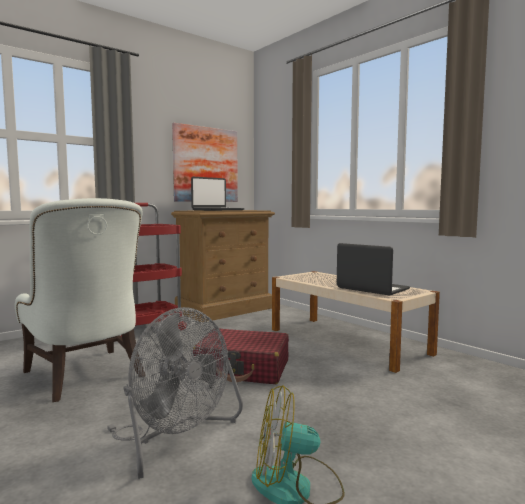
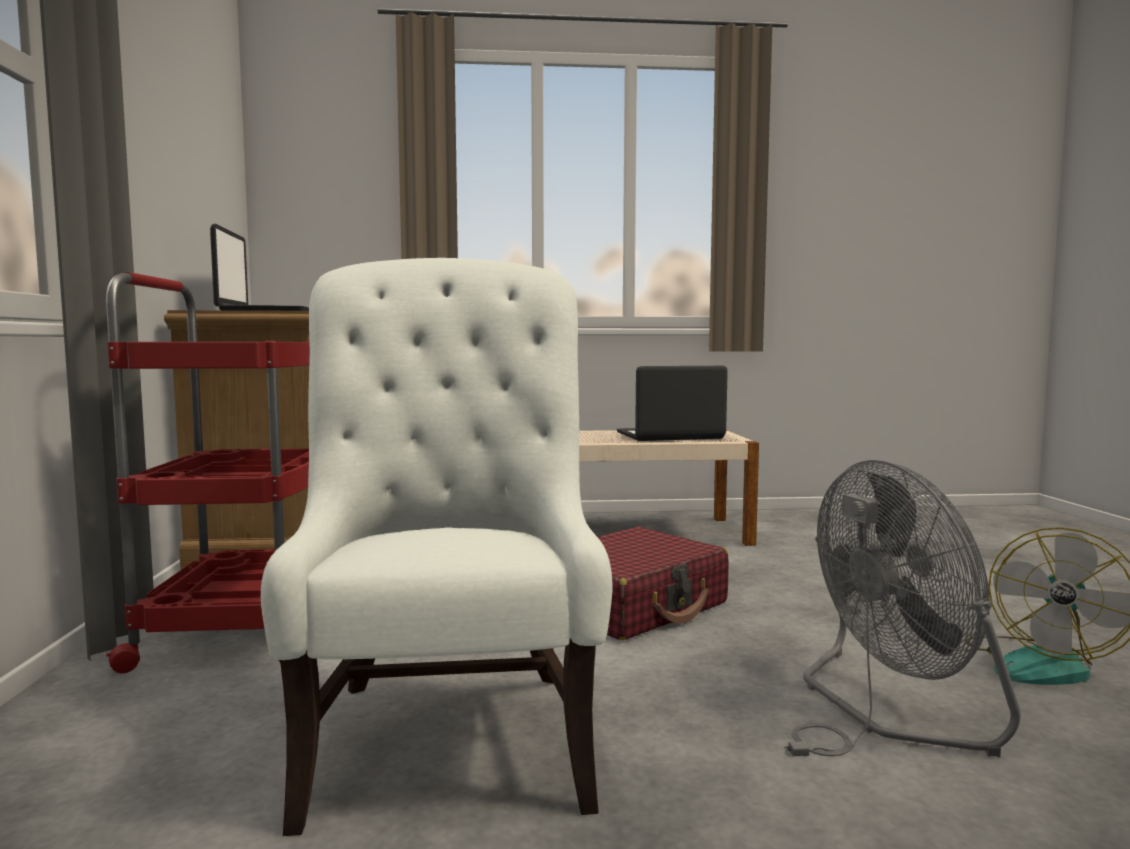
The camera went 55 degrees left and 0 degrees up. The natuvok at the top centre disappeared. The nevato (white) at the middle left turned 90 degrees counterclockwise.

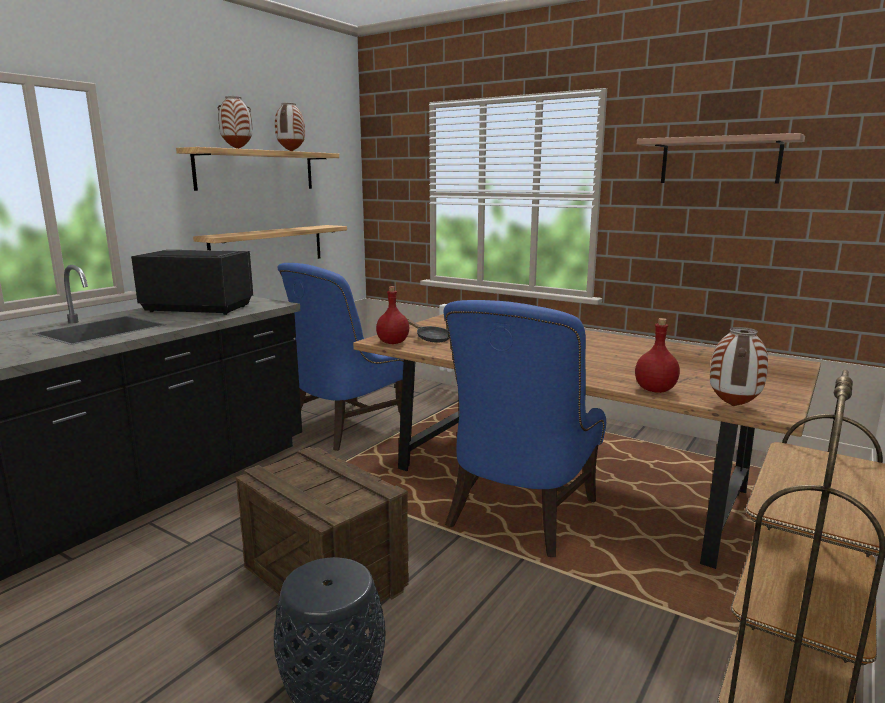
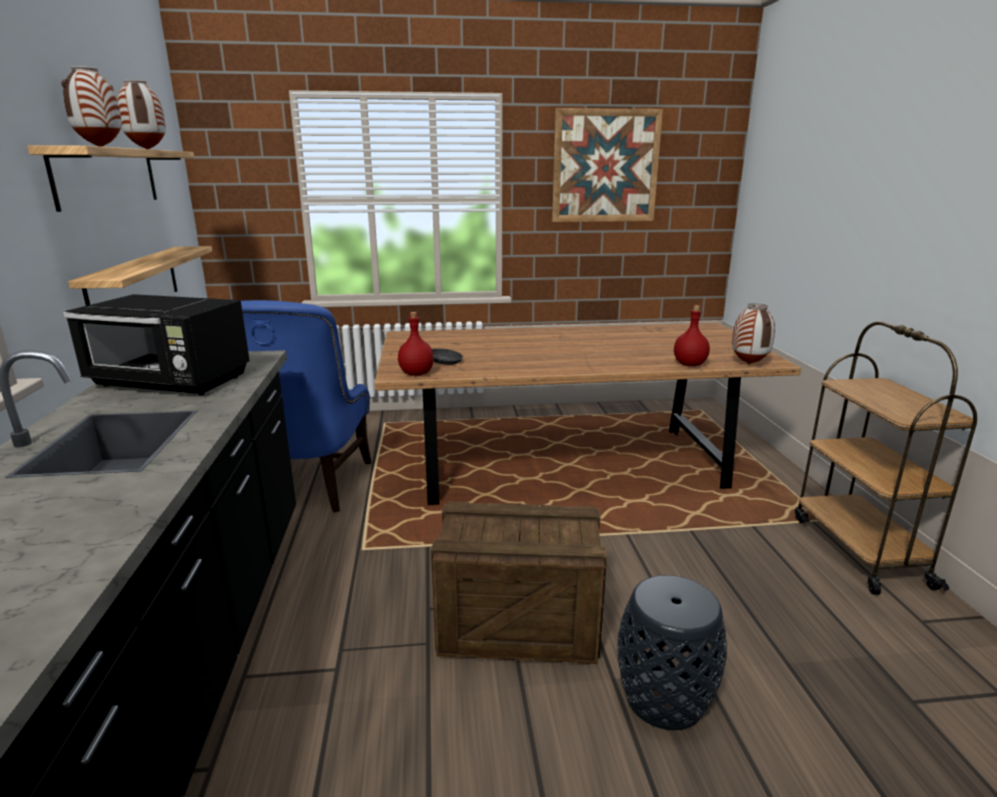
The camera went 40 degrees left and 5 degrees up. The nevato (blue) (no. 2 from left) at the centre disappeared. The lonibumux (no. 3 from left) at the top right was replaced by the natuvok at the top centre. The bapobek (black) at the middle left turned 135 degrees counterclockwise.

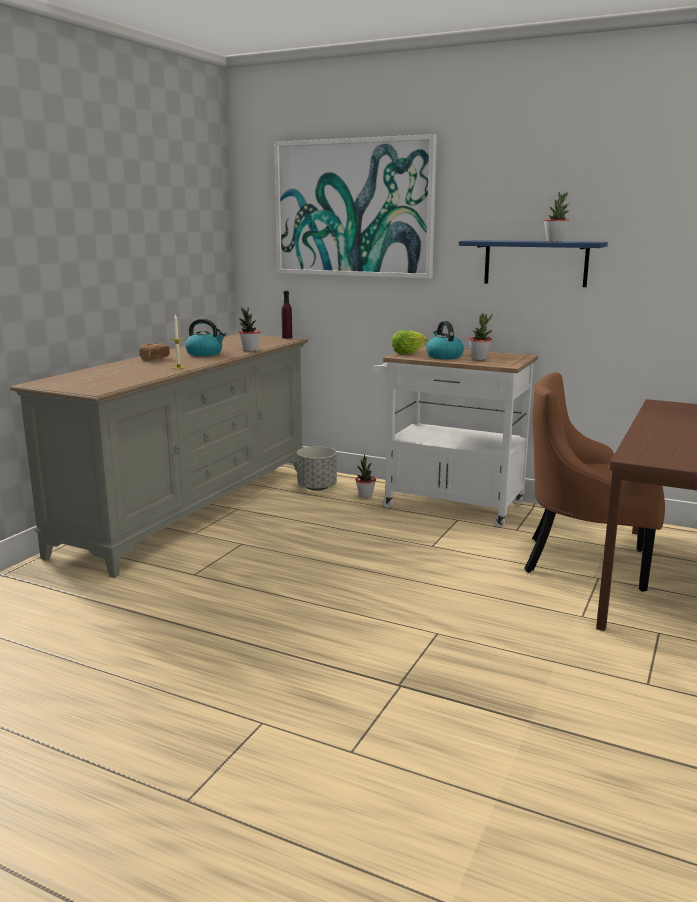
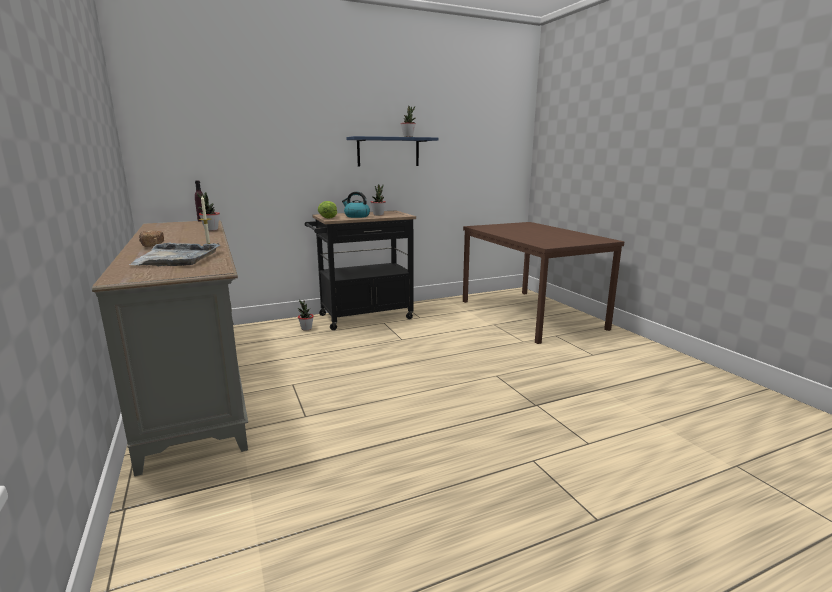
The camera went 50 degrees left and 0 degrees up. The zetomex (no. 1 from left) at the middle left disappeared. The natuvok at the top centre disappeared. The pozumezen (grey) at the centre disappeared. The nevato (brown) at the middle right disappeared. The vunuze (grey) at the middle left appeared. The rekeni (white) at the centre became the rekeni (black) at the centre.

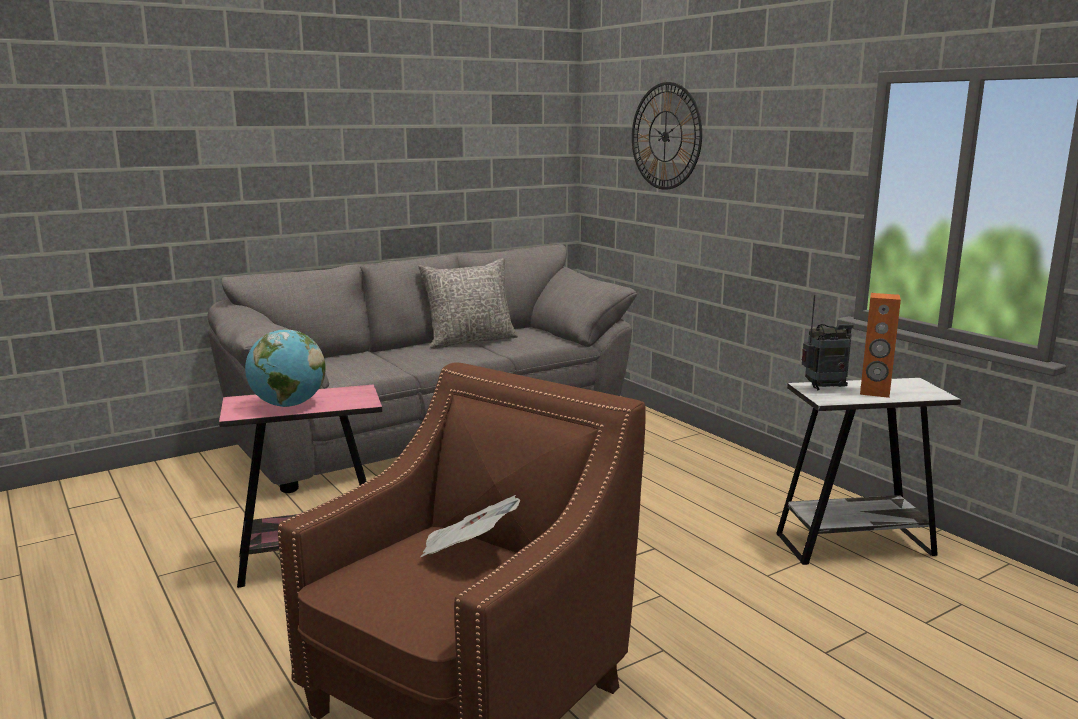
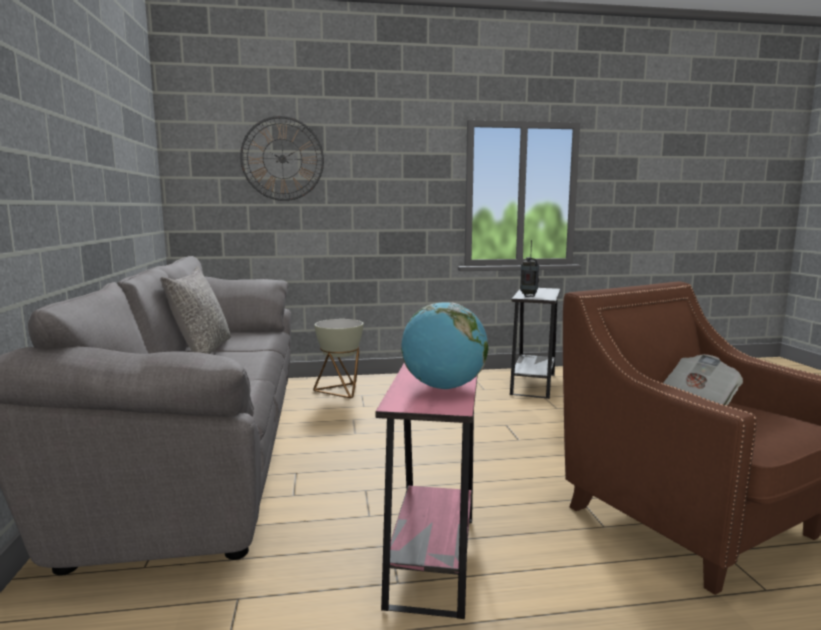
The camera went 65 degrees left and 5 degrees down. The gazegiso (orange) at the middle right disappeared. The pozumezen at the centre appeared.

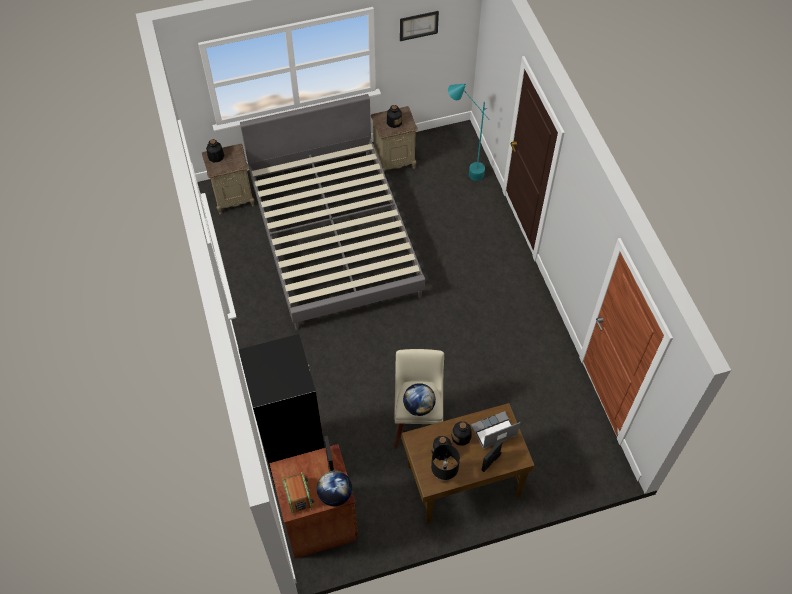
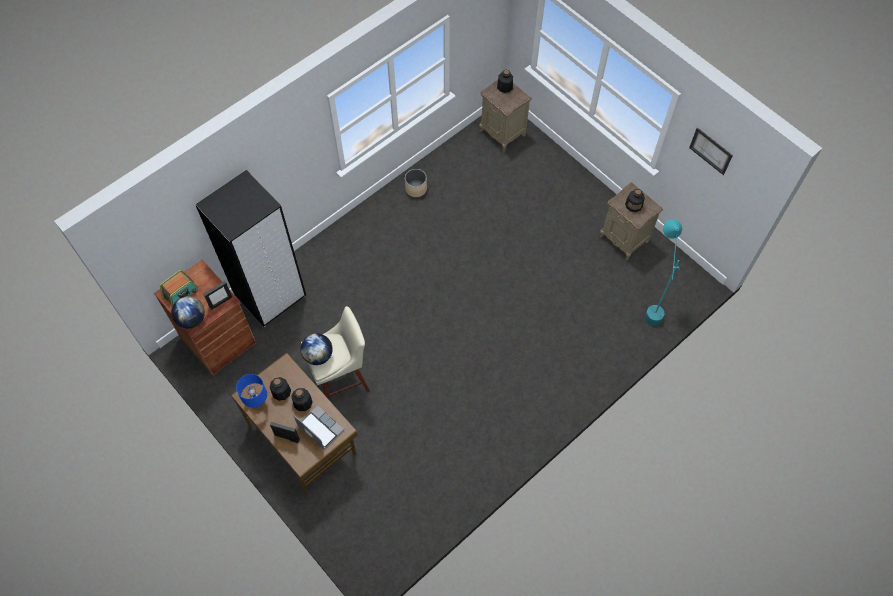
The camera went 65 degrees right and 5 degrees up. The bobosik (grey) at the centre disappeared. The pozumezen (beige) at the top centre appeared. The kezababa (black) at the bottom centre became the kezababa (blue) at the middle left.

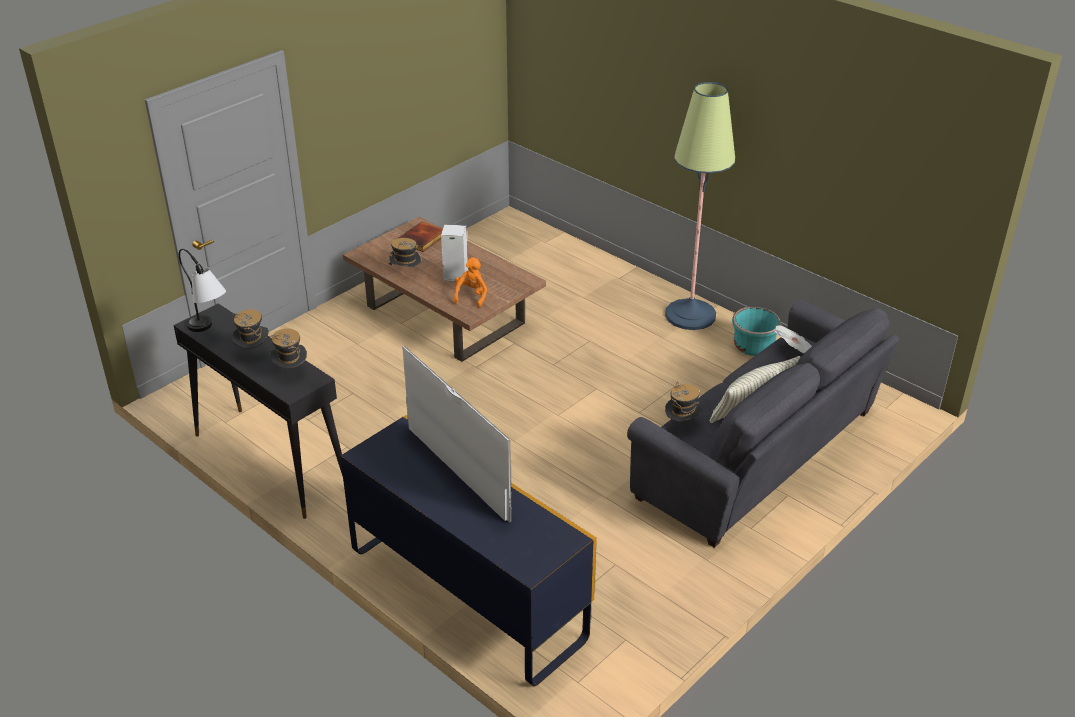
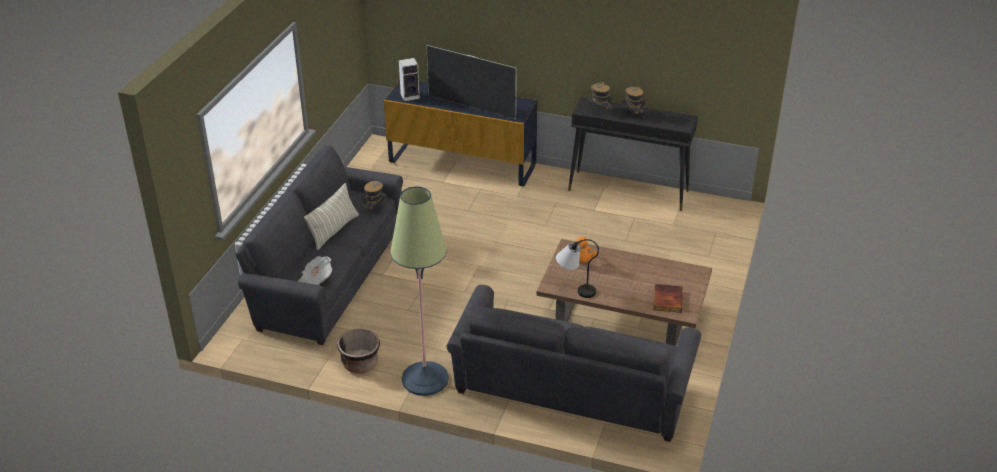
The camera went 155 degrees right and 0 degrees up. The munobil (no. 3 from left) at the centre disappeared. The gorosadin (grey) (no. 2 from left) at the bottom centre appeared. The kezababa moved from the middle left to the centre. The gazegiso moved from the centre to the top centre. The pozumezen (turquoise) at the middle right became the pozumezen (black) at the bottom centre.

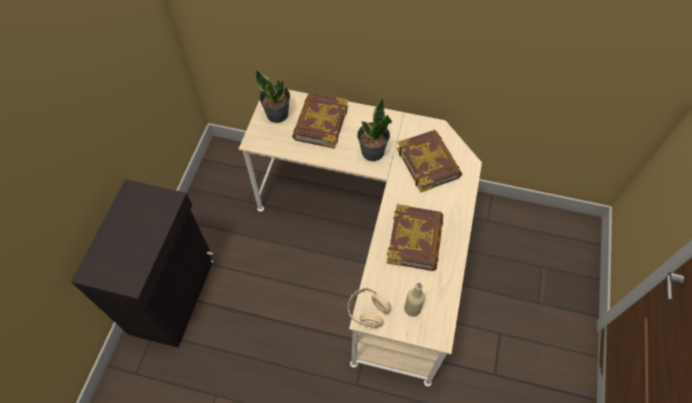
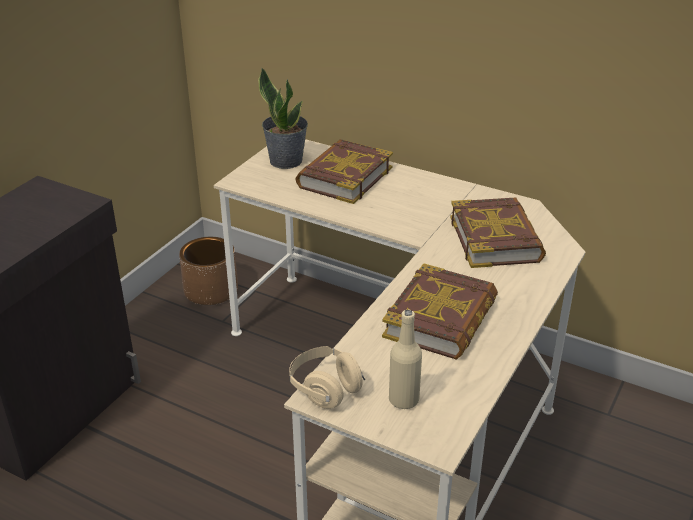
The camera went 15 degrees right and 25 degrees down. The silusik (no. 2 from left) at the top centre disappeared. The pozumezen (brown) at the middle left appeared.

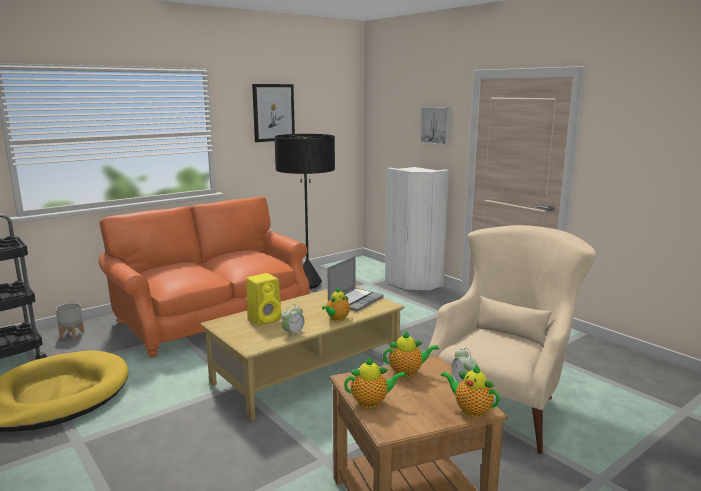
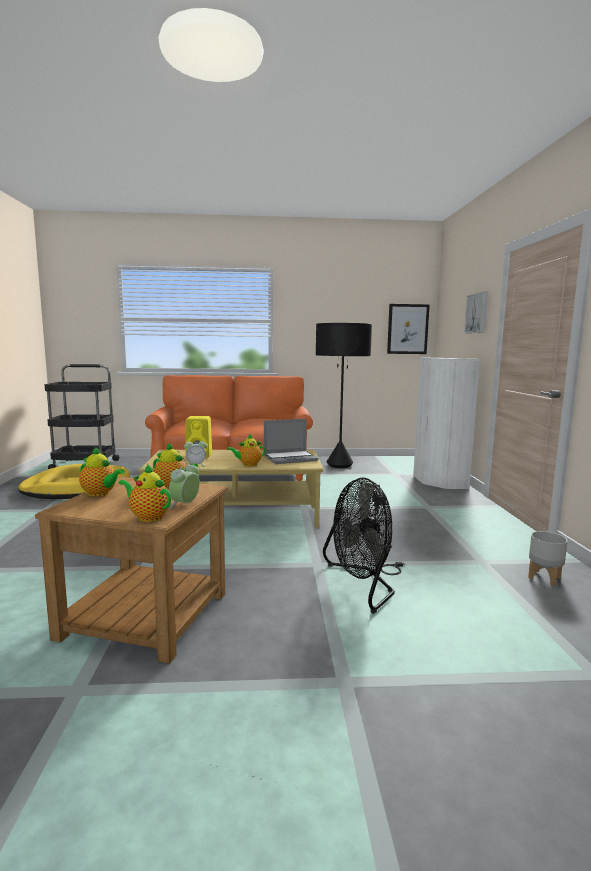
The camera went 35 degrees right and 5 degrees down. The pozumezen (grey) moved from the middle left to the middle right. The natuvok (no. 1 from left) moved from the top centre to the middle right. The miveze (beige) at the bottom right was replaced by the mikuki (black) at the centre. The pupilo (no. 4 from left in the first image) at the bottom right turned 45 degrees counterclockwise.

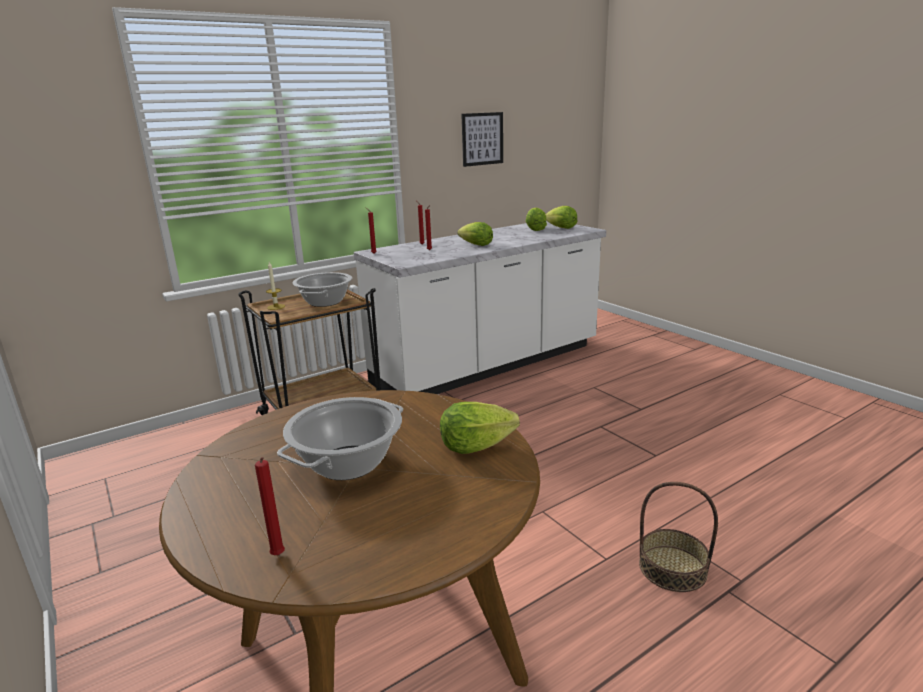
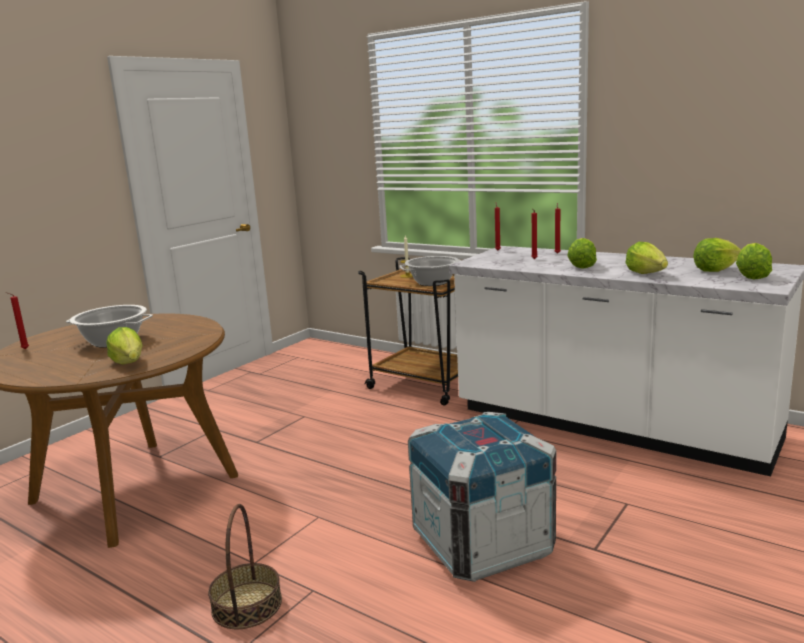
The camera went 70 degrees right and 5 degrees down. The natuvok at the top centre disappeared. The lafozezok at the bottom centre appeared. The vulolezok (no. 3 from left) at the middle right appeared.

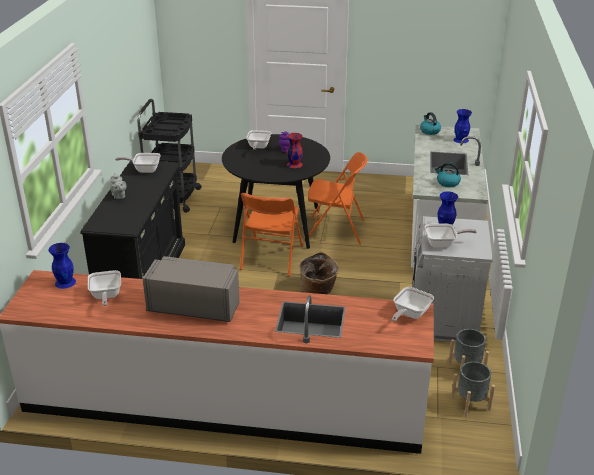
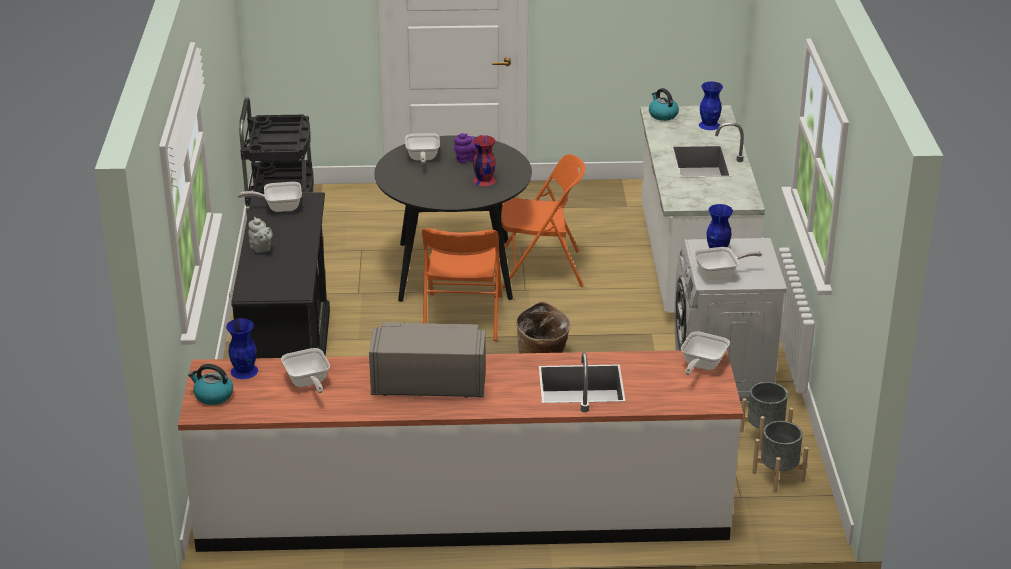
The camera went 10 degrees left and 0 degrees up. The zetomex (no. 2 from left in the first image) moved from the middle right to the bottom left.

